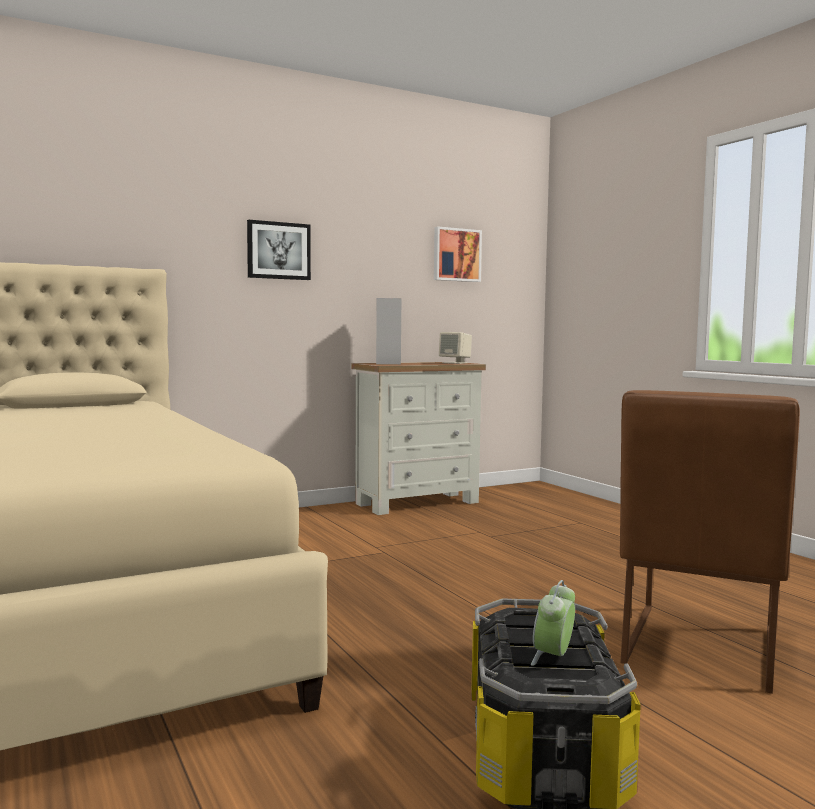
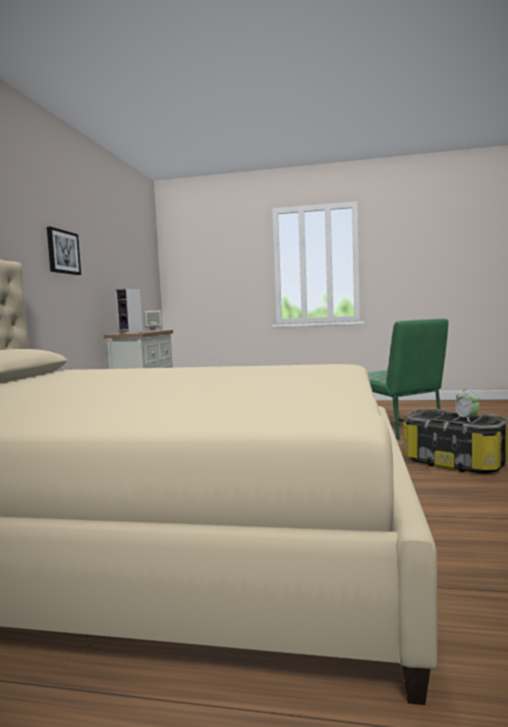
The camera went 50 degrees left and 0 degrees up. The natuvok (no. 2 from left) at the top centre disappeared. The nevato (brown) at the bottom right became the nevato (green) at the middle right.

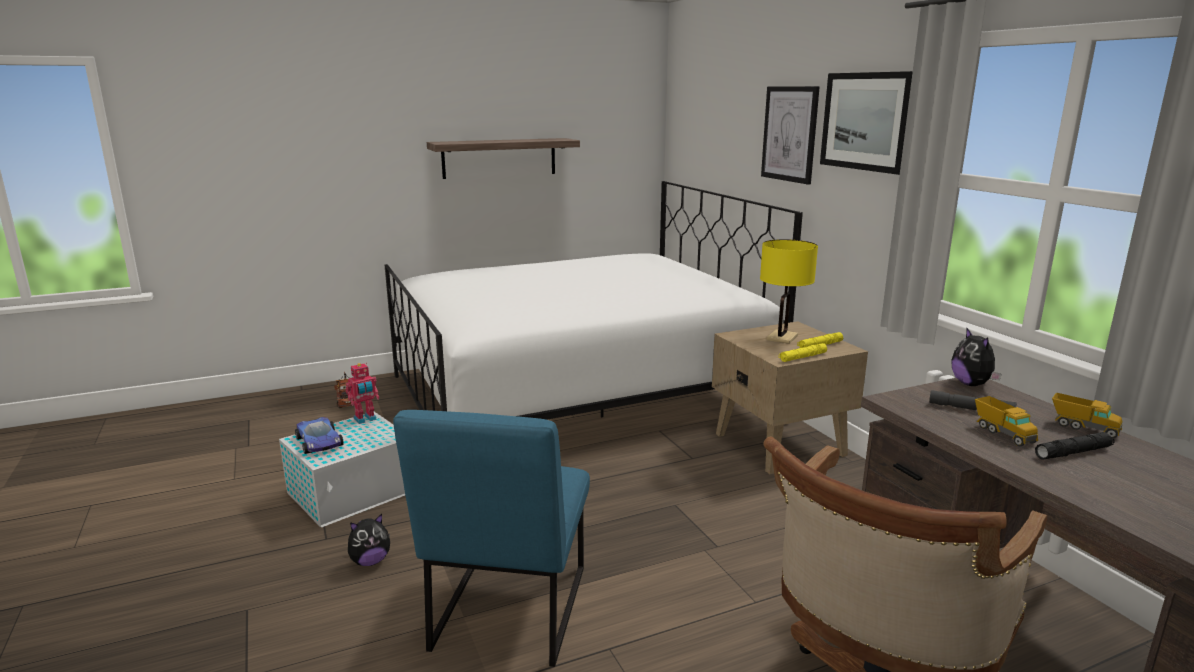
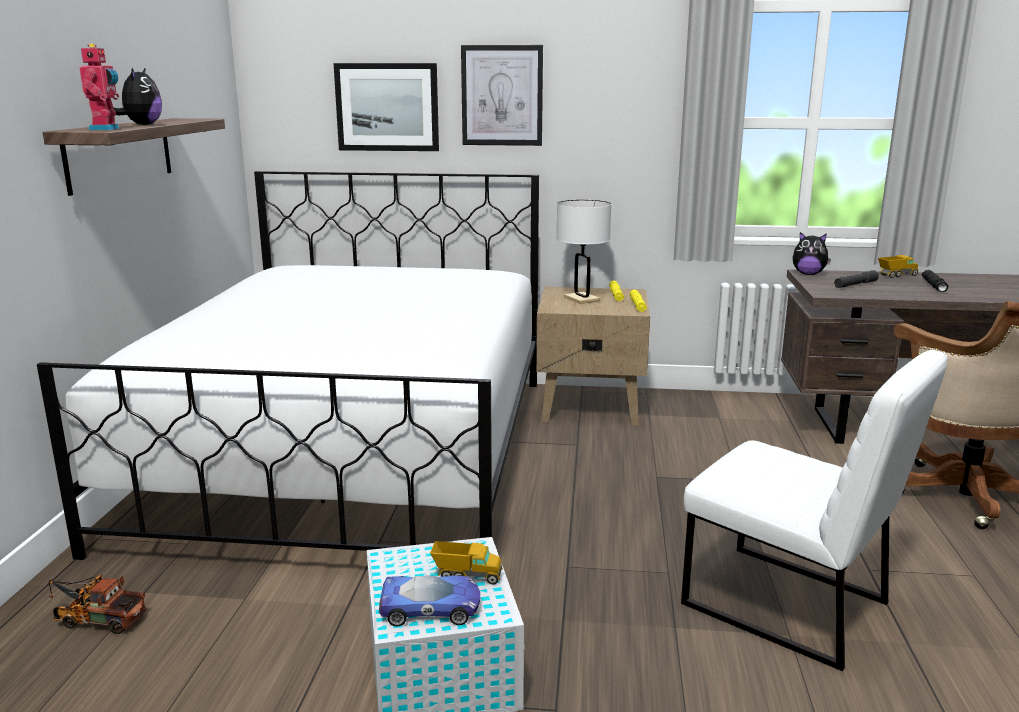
The camera went 60 degrees left and 0 degrees up. The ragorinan moved from the middle left to the top left. The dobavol (no. 1 from left) moved from the bottom left to the top left. The natuvok (no. 2 from left in the first image) moved from the top right to the top centre. The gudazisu (no. 2 from left) moved from the middle right to the bottom centre. The nevato (blue) at the bottom centre became the nevato (white) at the bottom right. The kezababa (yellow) at the centre became the kezababa (white) at the centre.

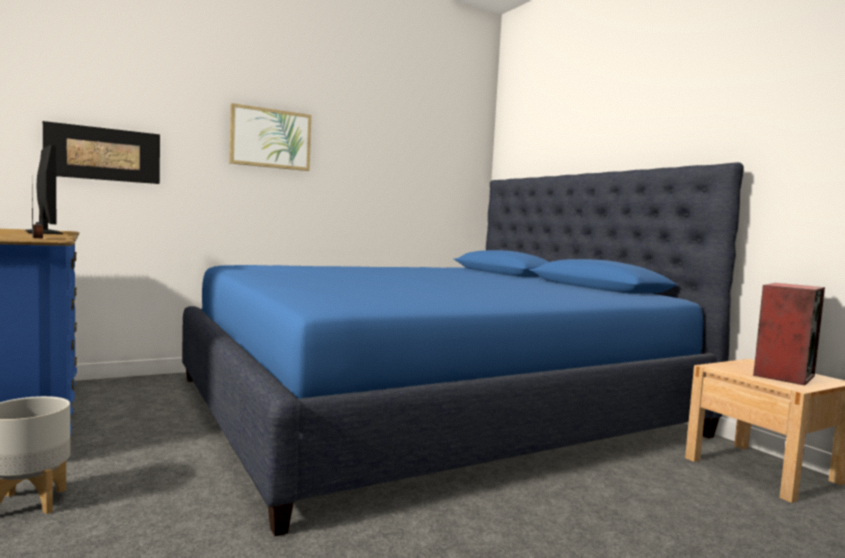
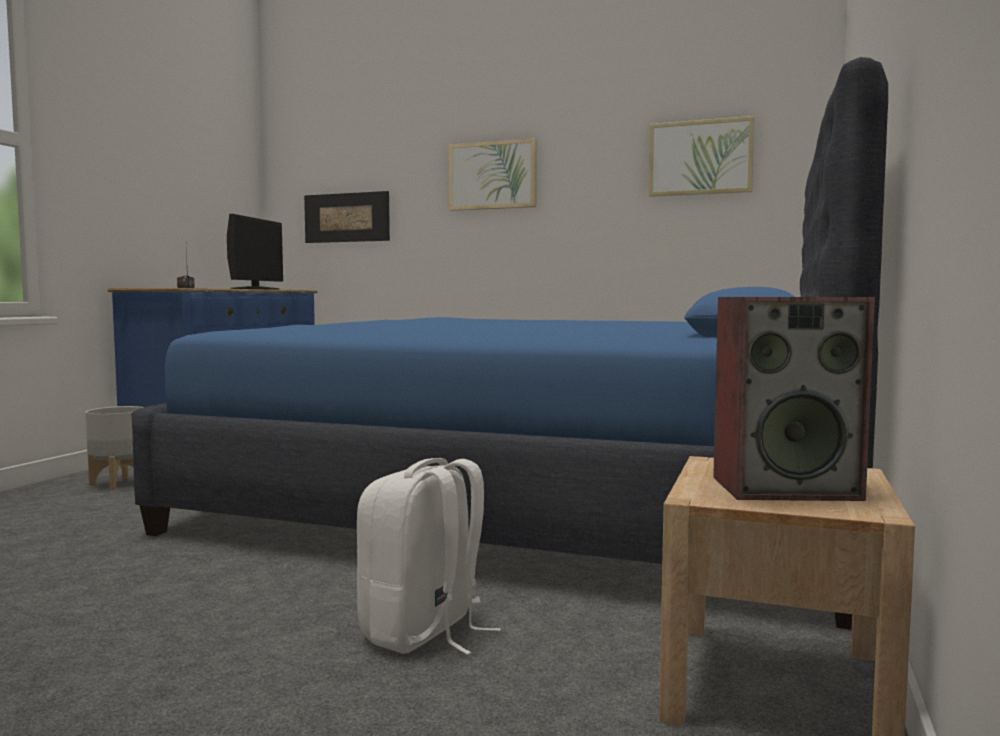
The camera went 50 degrees right and 0 degrees up. The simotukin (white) at the bottom centre appeared. The natuvok (no. 3 from left) at the top right appeared.

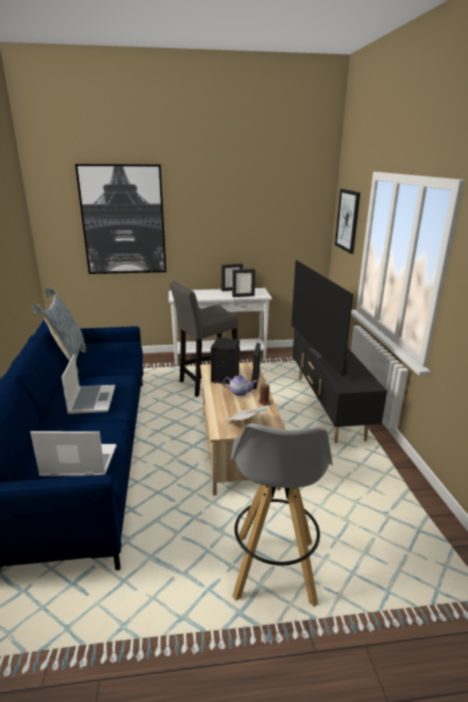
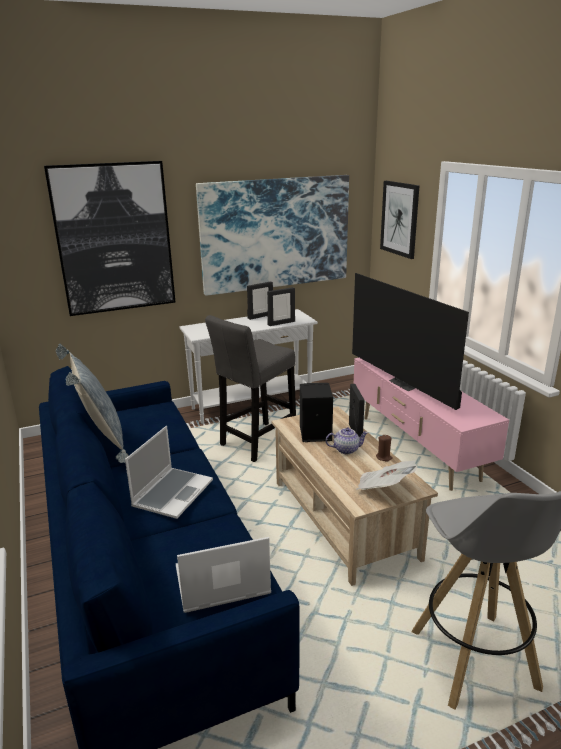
The camera went 15 degrees left and 0 degrees up. The natuvok (no. 2 from left) at the top centre appeared. The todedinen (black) at the middle right became the todedinen (pink) at the middle right. The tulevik (no. 2 from left in the first image) at the middle left turned 45 degrees clockwise.

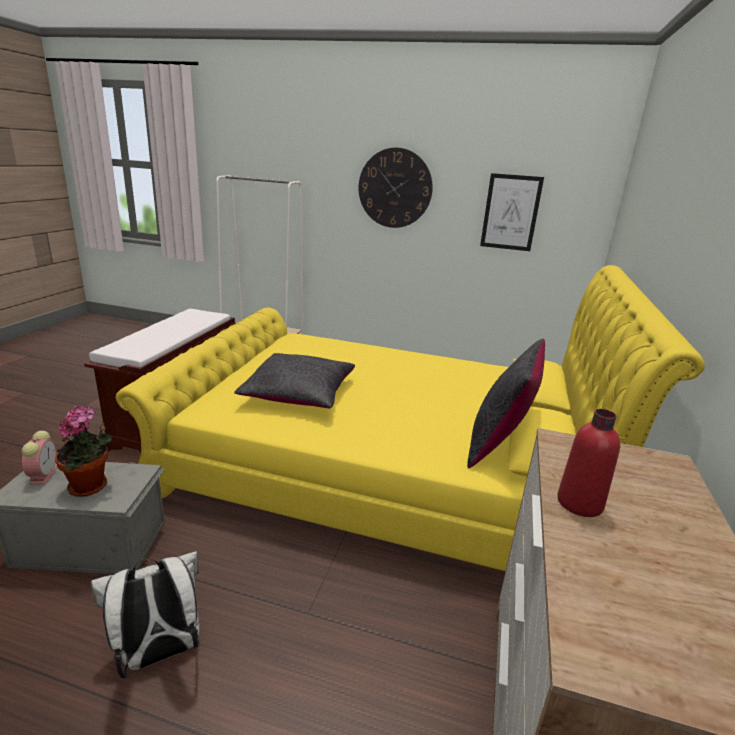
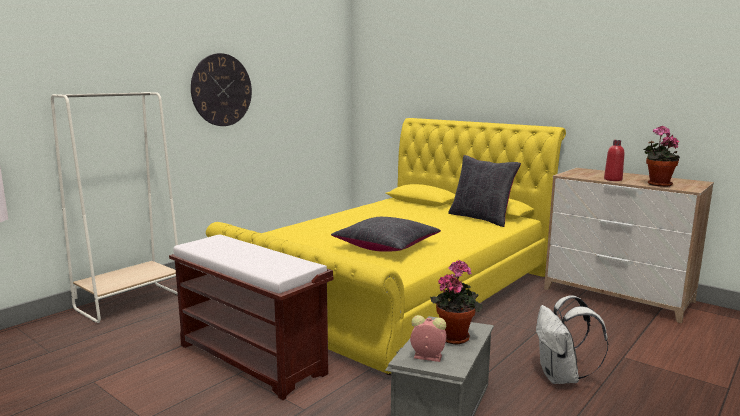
The camera went 65 degrees left and 10 degrees down. The natuvok at the top right disappeared. The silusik (no. 2 from left) at the middle right appeared.

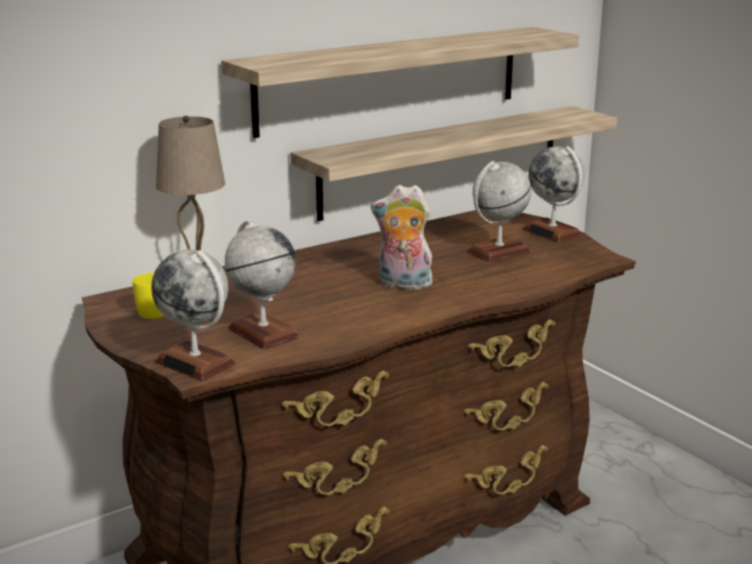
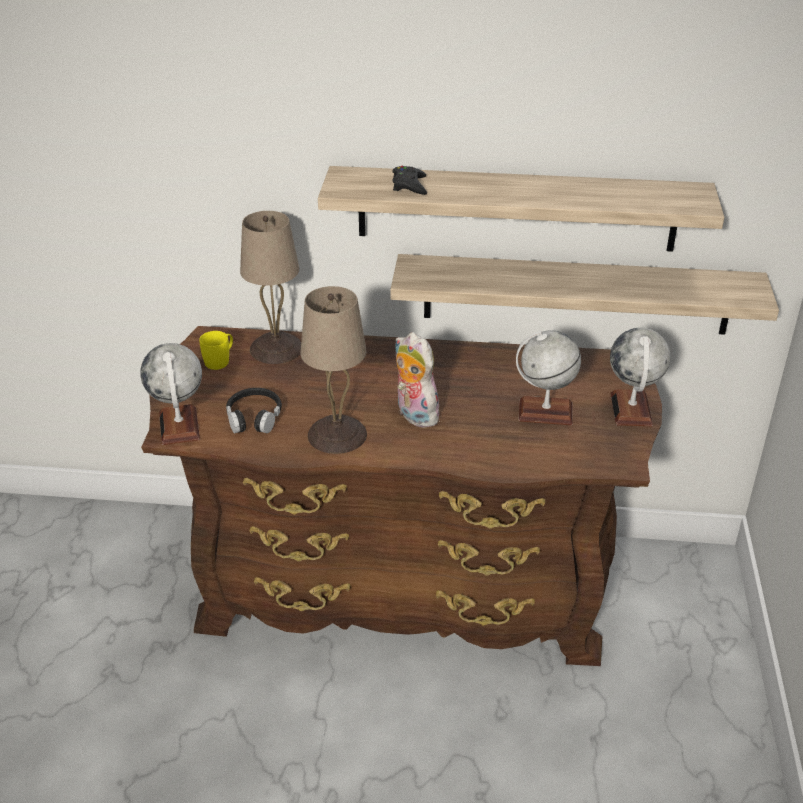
The camera went 40 degrees right and 15 degrees up. The kezababa (beige) (no. 2 from left) at the centre appeared. The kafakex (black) at the top centre appeared. The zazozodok (no. 2 from left) at the centre was replaced by the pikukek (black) at the middle left.

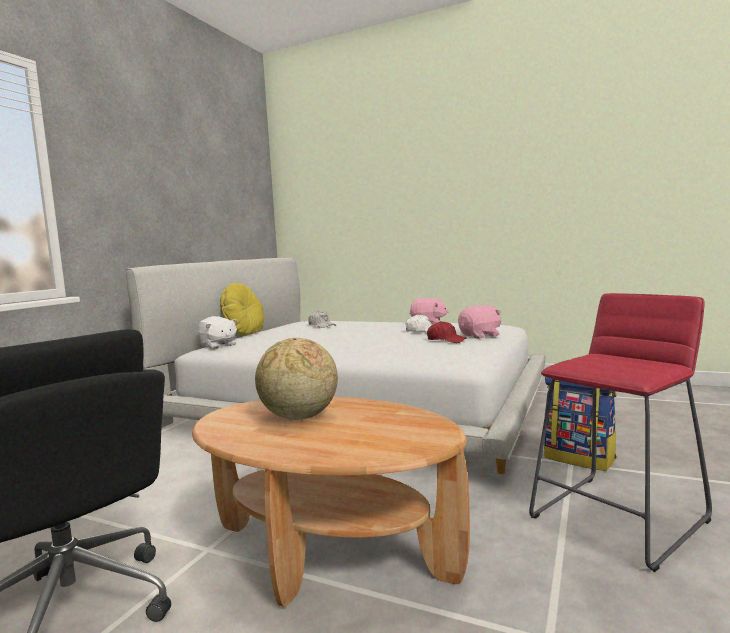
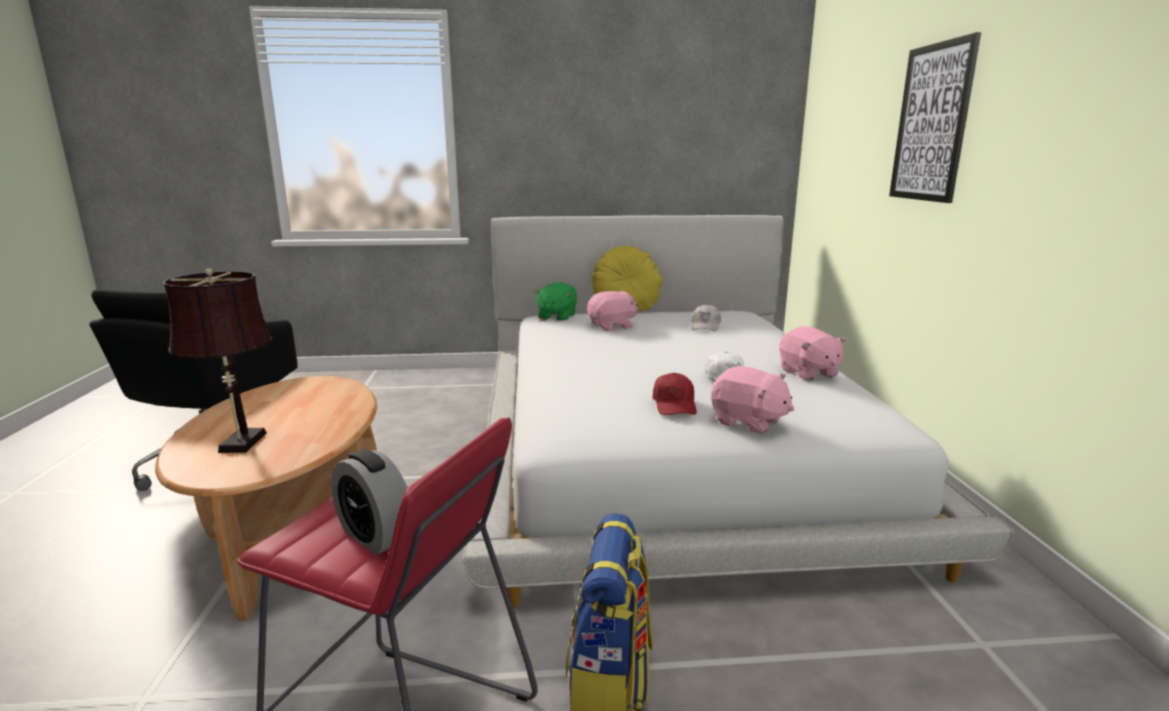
The camera went 60 degrees right and 10 degrees up. The zazozodok at the centre disappeared. The kezababa (brown) at the middle left appeared. The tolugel at the bottom left appeared. The dobavol (pink) (no. 1 from left) at the centre appeared. The natuvok at the top right appeared. The dobavol (white) at the middle left became the dobavol (green) at the centre.

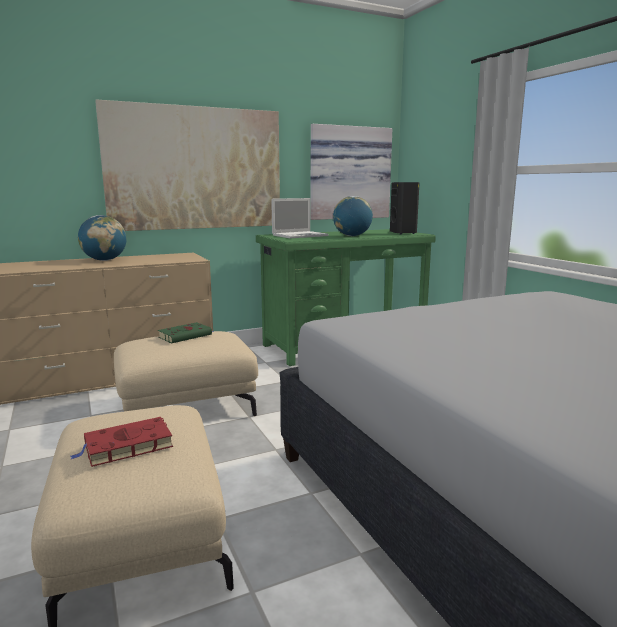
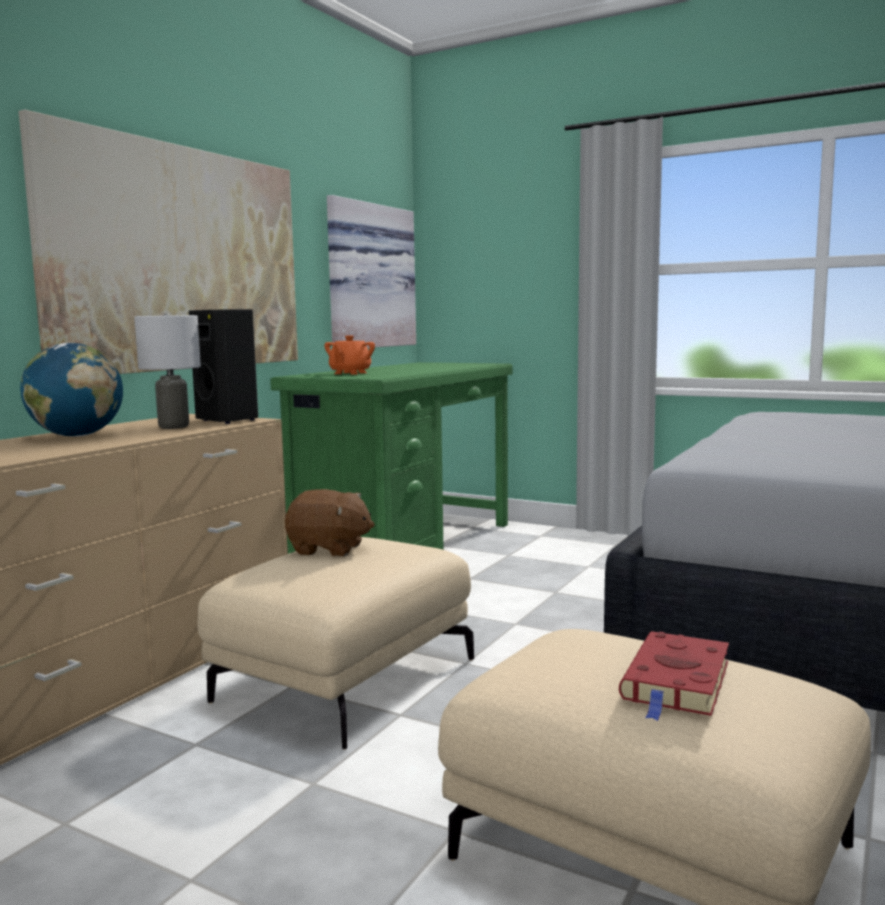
The camera went 35 degrees left and 5 degrees down. The zazozodok (no. 2 from left) at the centre disappeared. The kezababa (white) at the middle left appeared. The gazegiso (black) moved from the top centre to the middle left. The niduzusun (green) at the middle left was replaced by the dobavol (brown) at the centre. The tulevik at the centre was replaced by the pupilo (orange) at the centre.

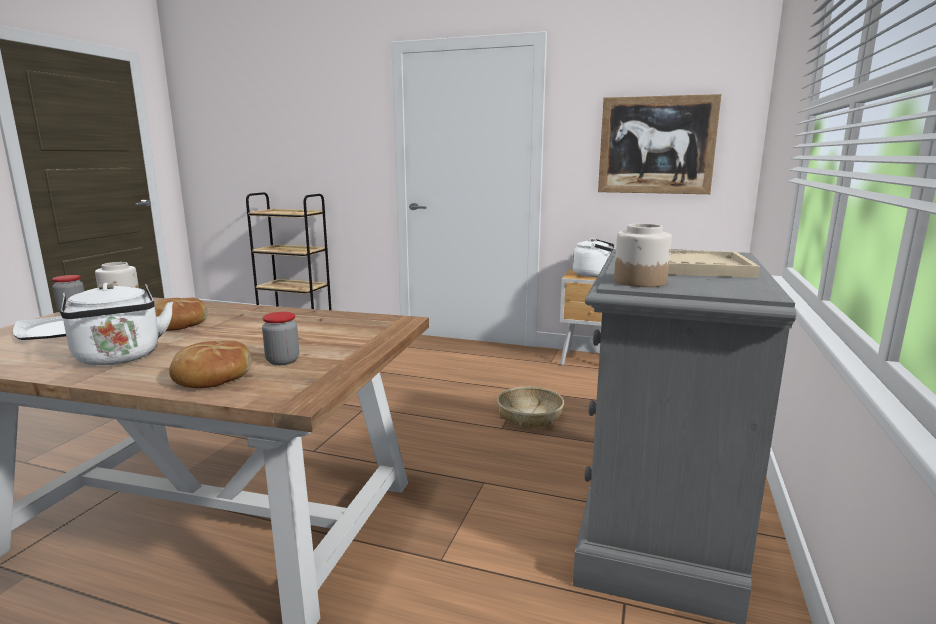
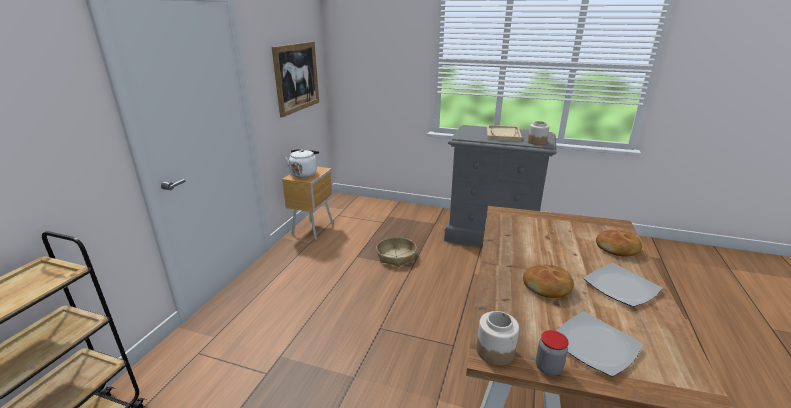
The camera went 90 degrees left and 10 degrees up. The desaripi (no. 3 from left) at the middle left disappeared. The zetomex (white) (no. 1 from left) at the middle left was replaced by the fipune (no. 2 from left) at the bottom right.

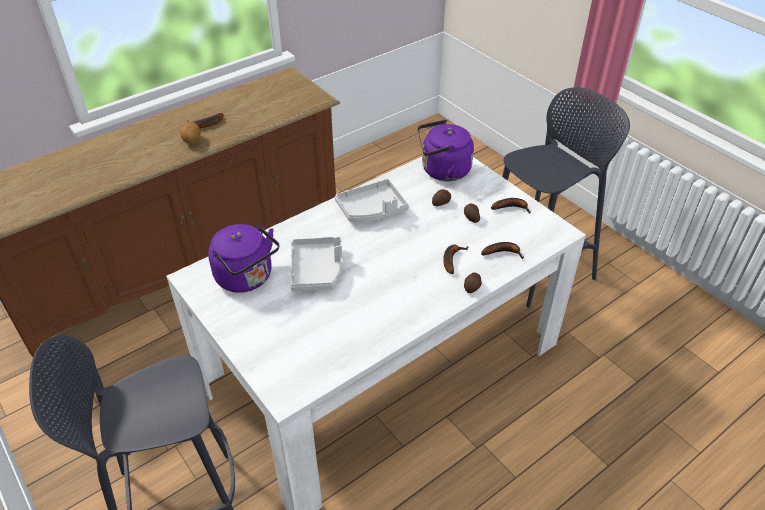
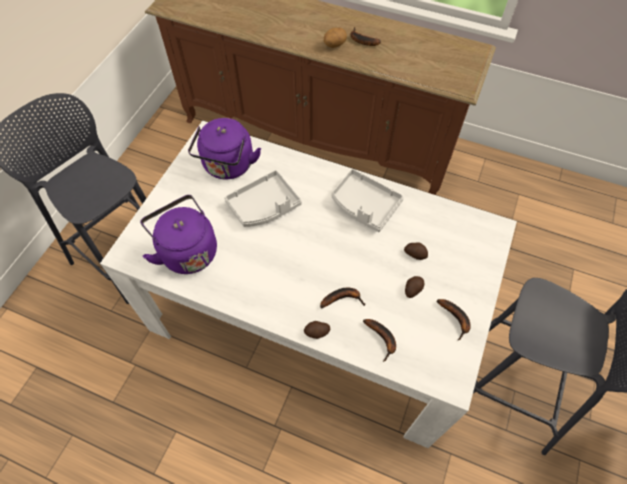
The camera went 60 degrees right and 15 degrees up. The zetomex (purple) (no. 2 from left in the first image) moved from the top centre to the middle left.

